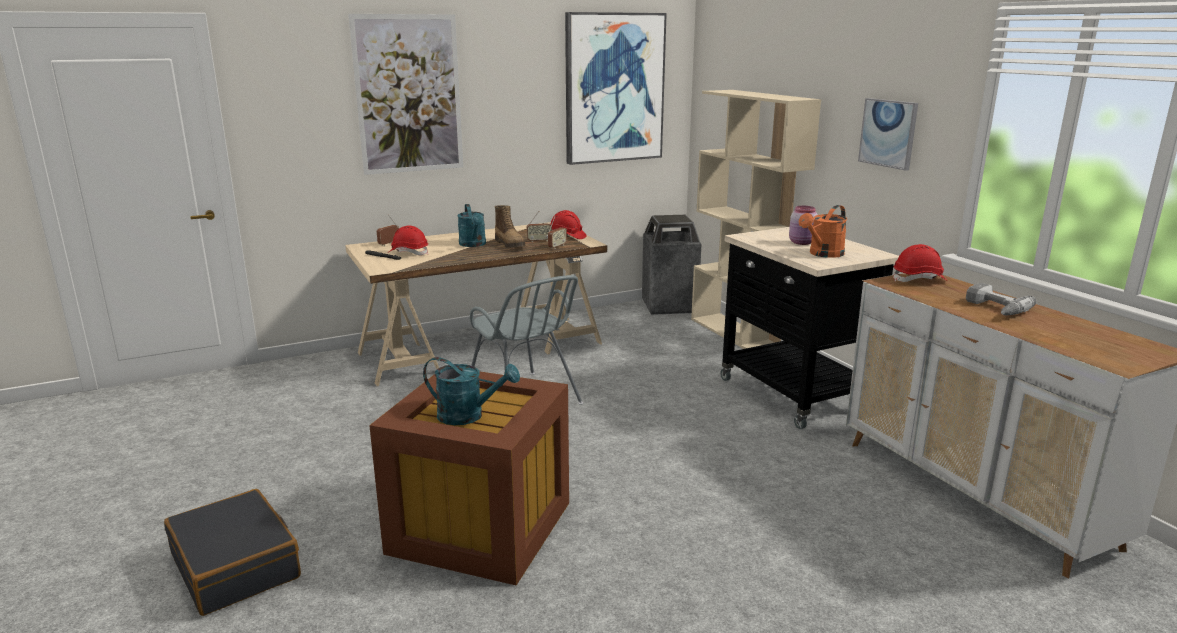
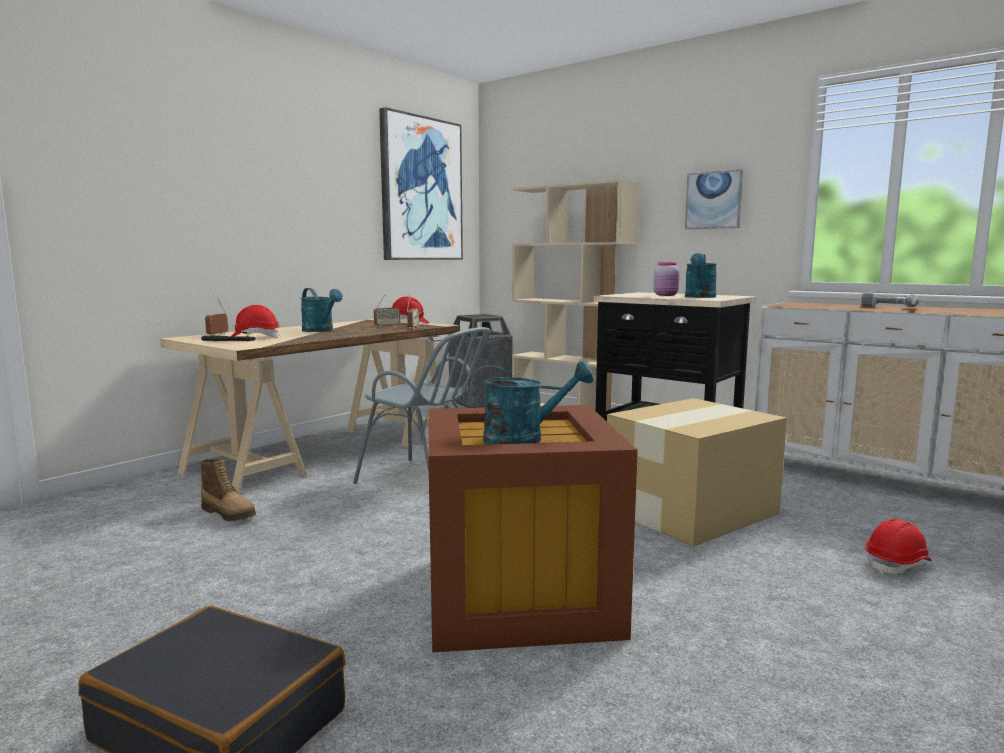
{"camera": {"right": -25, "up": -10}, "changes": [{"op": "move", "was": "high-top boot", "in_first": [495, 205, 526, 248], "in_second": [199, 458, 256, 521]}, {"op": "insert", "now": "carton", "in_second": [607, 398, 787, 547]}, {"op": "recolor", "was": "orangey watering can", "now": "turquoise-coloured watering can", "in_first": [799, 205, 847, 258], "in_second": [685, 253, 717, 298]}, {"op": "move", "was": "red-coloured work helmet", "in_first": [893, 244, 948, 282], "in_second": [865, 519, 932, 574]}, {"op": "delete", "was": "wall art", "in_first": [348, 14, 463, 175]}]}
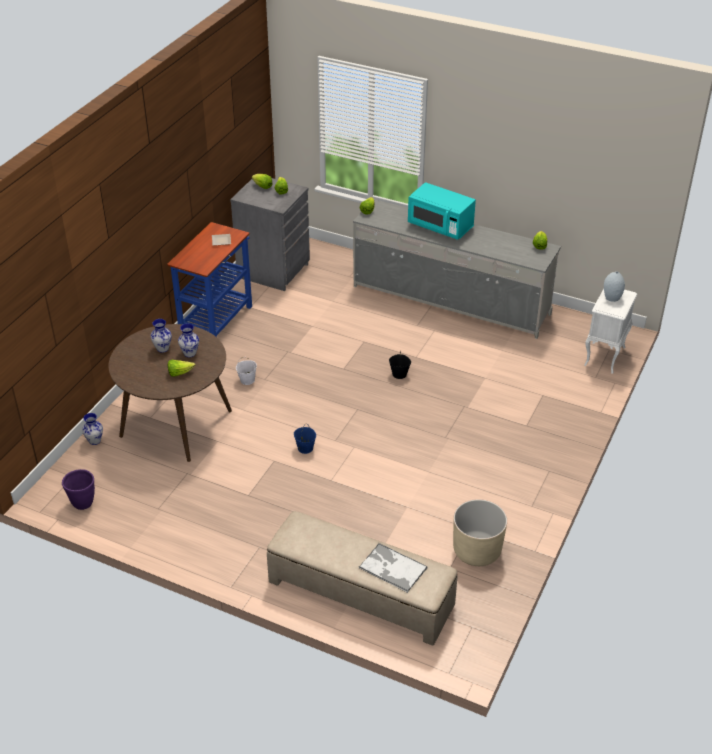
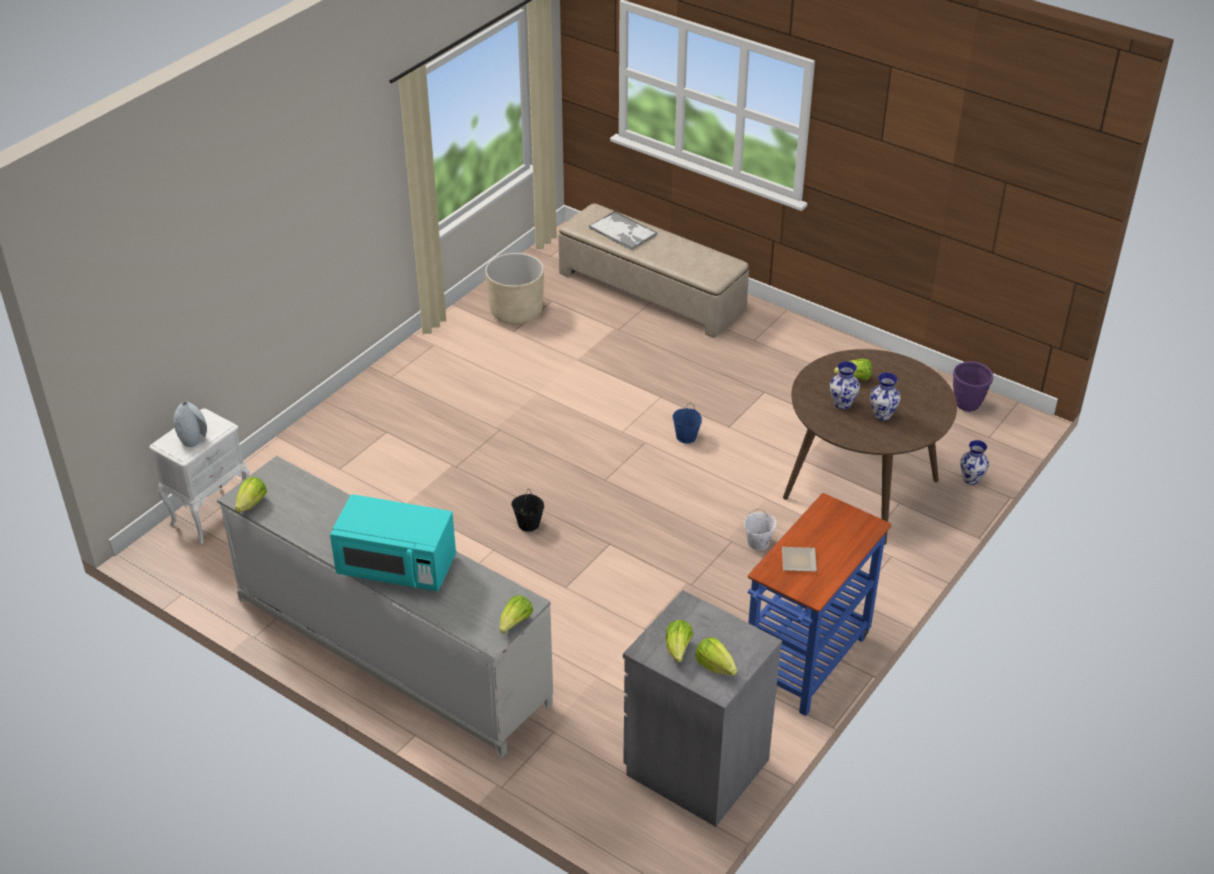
{"camera": {"right": -170, "up": 0}, "changes": [{"op": "rotate", "was": "turquoise-coloured microwave", "in_first": [408, 182, 476, 240], "in_second": [330, 494, 457, 591], "clockwise": 150}]}
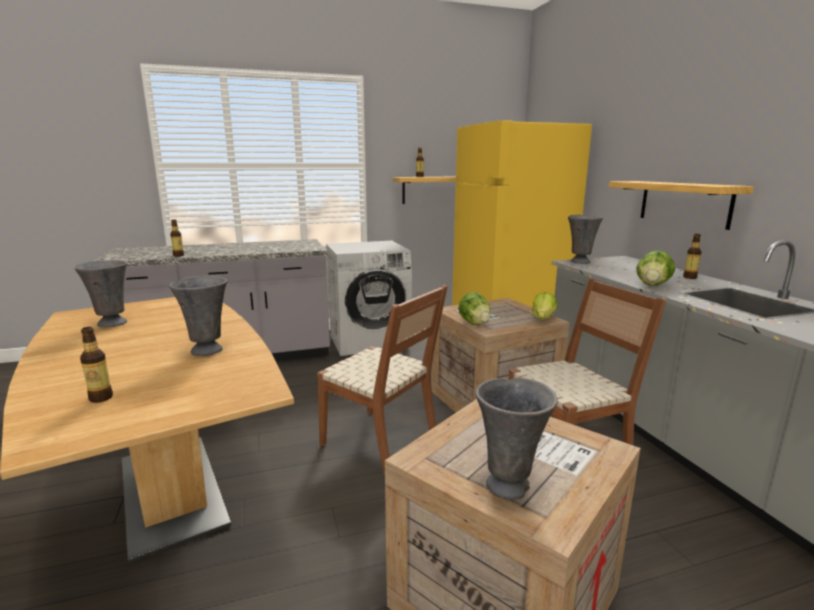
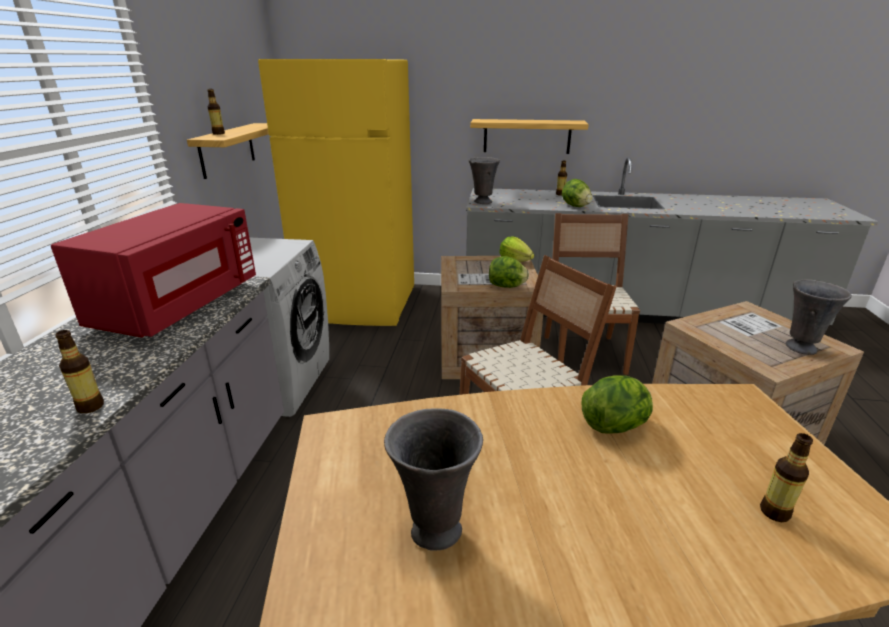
{"camera": {"right": -65, "up": 10}, "changes": [{"op": "insert", "now": "red-coloured microwave", "in_second": [51, 203, 256, 338]}, {"op": "replace", "was": "grey vase", "now": "lettuce", "in_first": [169, 276, 227, 356], "in_second": [582, 375, 653, 434]}]}
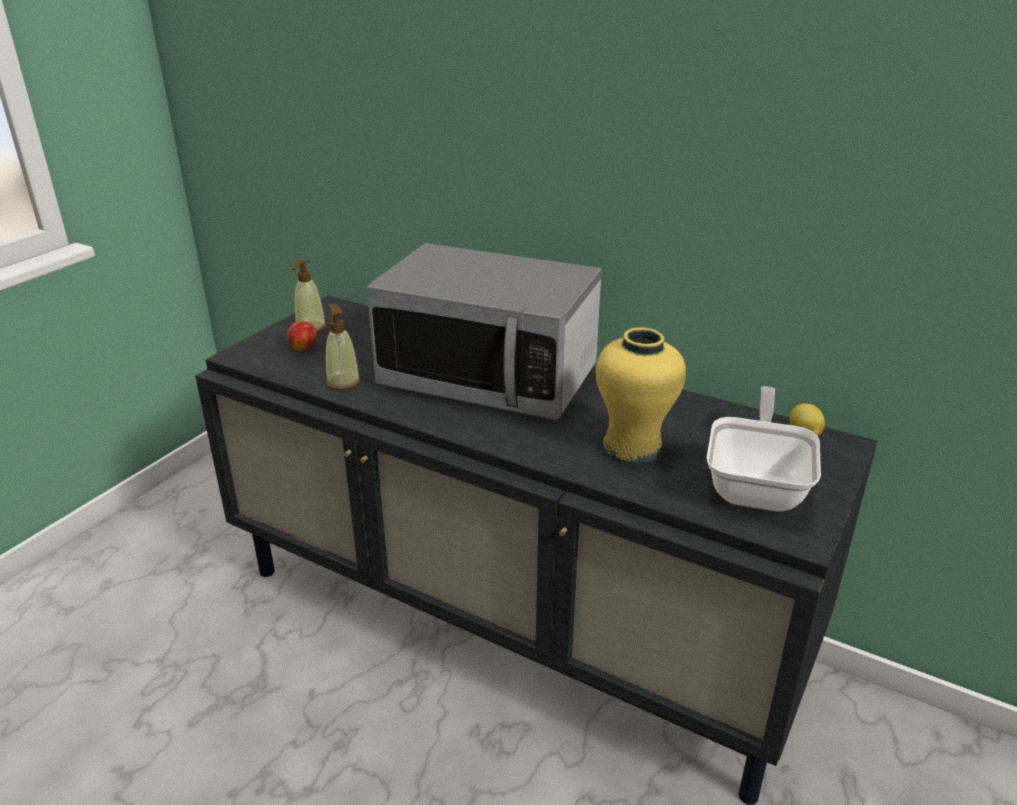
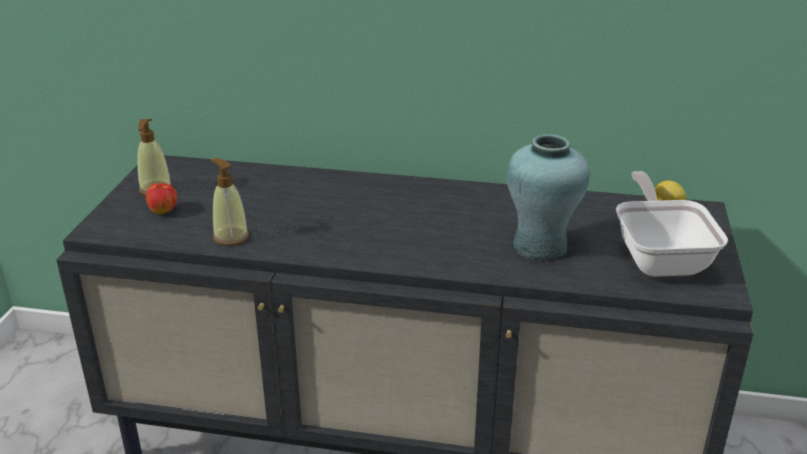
{"camera": {"right": -20, "up": 0}, "changes": [{"op": "recolor", "was": "yellowish vase", "now": "turquoise-coloured vase", "in_first": [596, 327, 686, 465], "in_second": [507, 134, 590, 261]}, {"op": "delete", "was": "microwave", "in_first": [367, 243, 602, 420]}]}
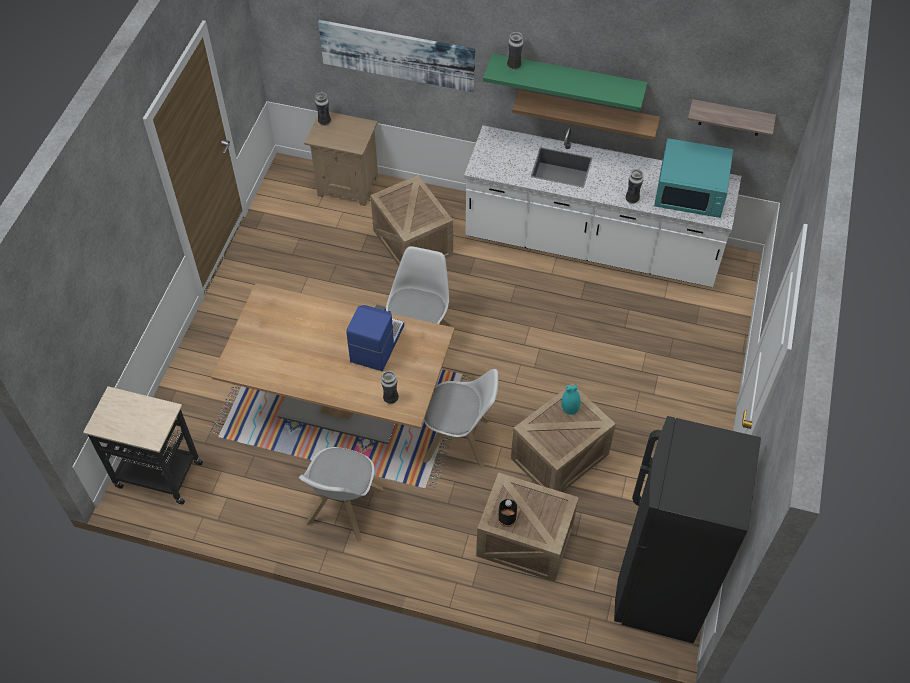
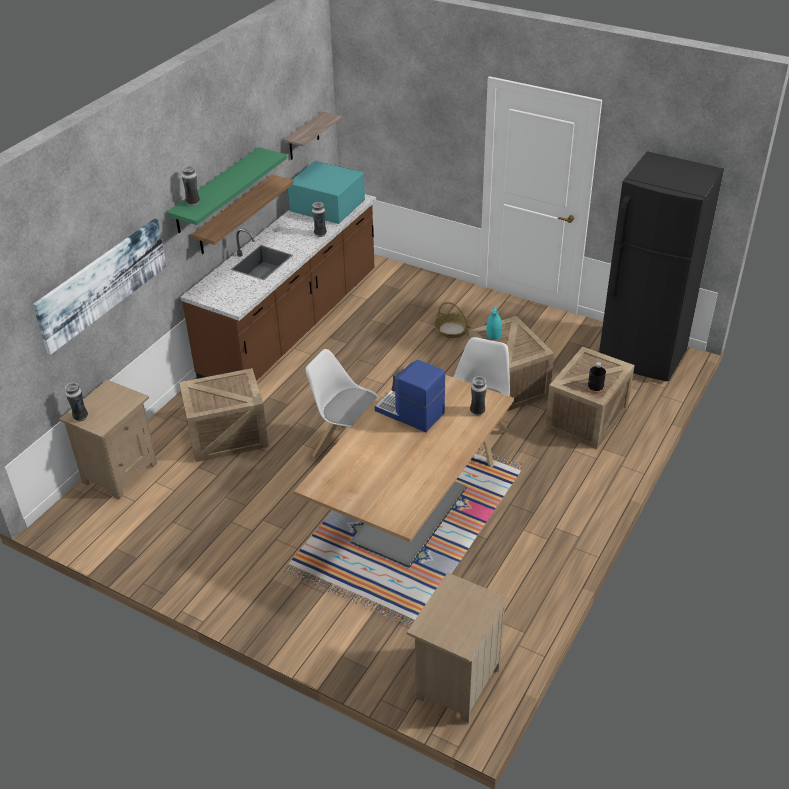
{"camera": {"right": -75, "up": -15}, "changes": [{"op": "recolor", "was": "whitish kitchen counter", "now": "brown kitchen counter", "in_first": [464, 125, 741, 287], "in_second": [181, 194, 376, 381]}, {"op": "rotate", "was": "turquoise-coloured microwave", "in_first": [654, 138, 733, 218], "in_second": [288, 161, 365, 224], "clockwise": -90}, {"op": "replace", "was": "trolley", "now": "sand-coloured bedside table", "in_first": [83, 386, 203, 505], "in_second": [407, 572, 508, 724]}, {"op": "insert", "now": "basket", "in_second": [434, 302, 471, 338]}, {"op": "delete", "was": "chair", "in_first": [299, 447, 383, 542]}]}
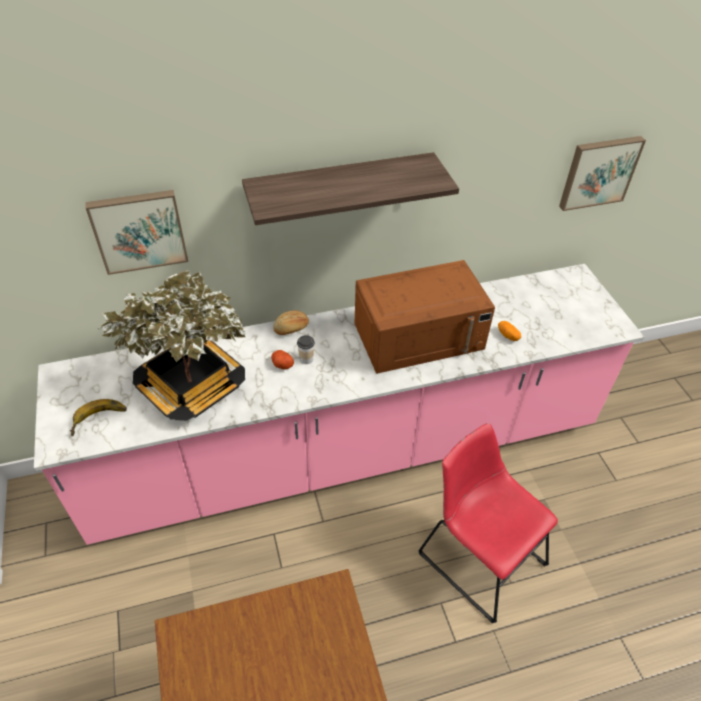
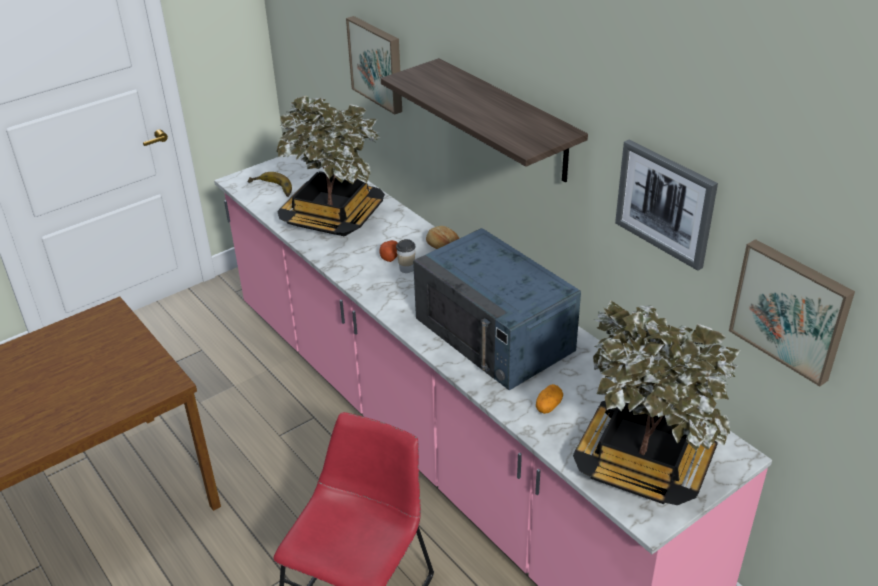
{"camera": {"right": 70, "up": -10}, "changes": [{"op": "recolor", "was": "brown microwave", "now": "bluish microwave", "in_first": [355, 260, 495, 374], "in_second": [413, 228, 581, 390]}, {"op": "insert", "now": "houseplant", "in_second": [573, 300, 740, 505]}, {"op": "insert", "now": "wall art", "in_second": [615, 140, 718, 271]}]}
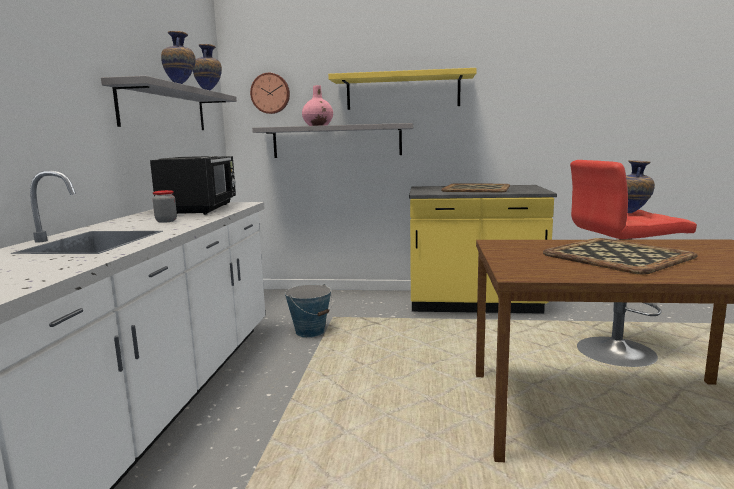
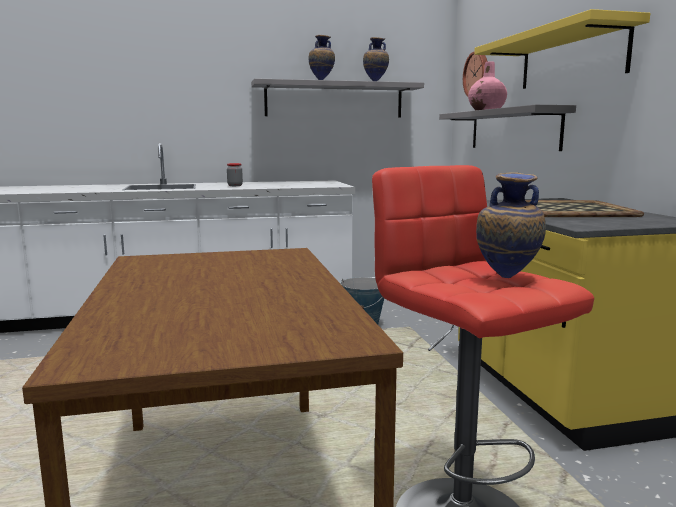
{"camera": {"right": 70, "up": 0}, "changes": [{"op": "delete", "was": "blackish microwave", "in_first": [150, 156, 236, 215]}, {"op": "delete", "was": "tray", "in_first": [543, 238, 698, 275]}]}
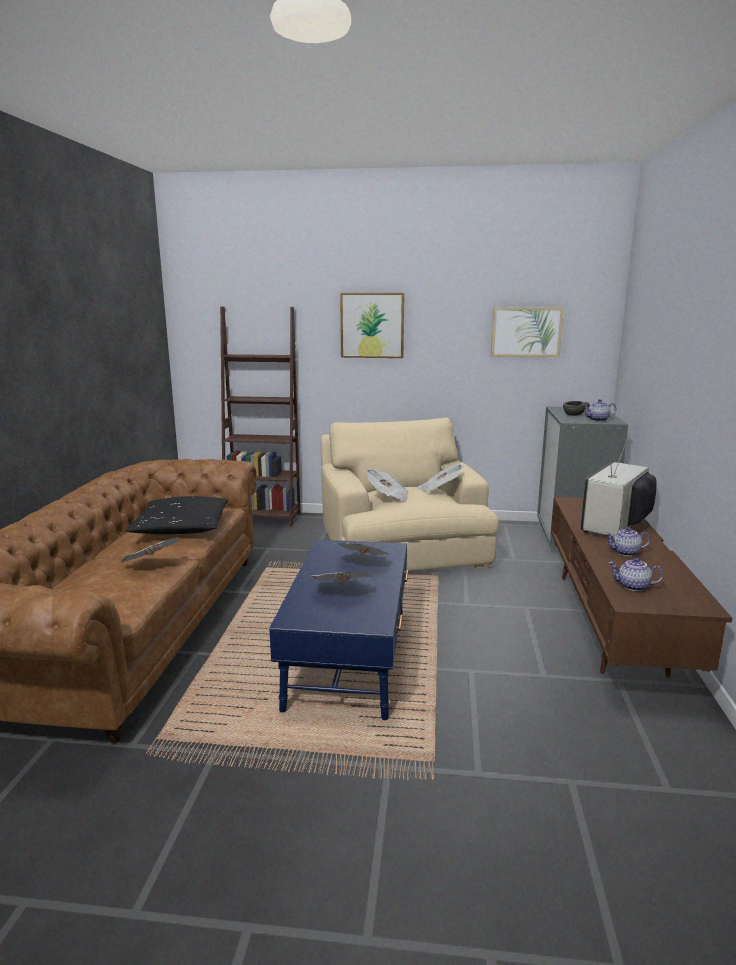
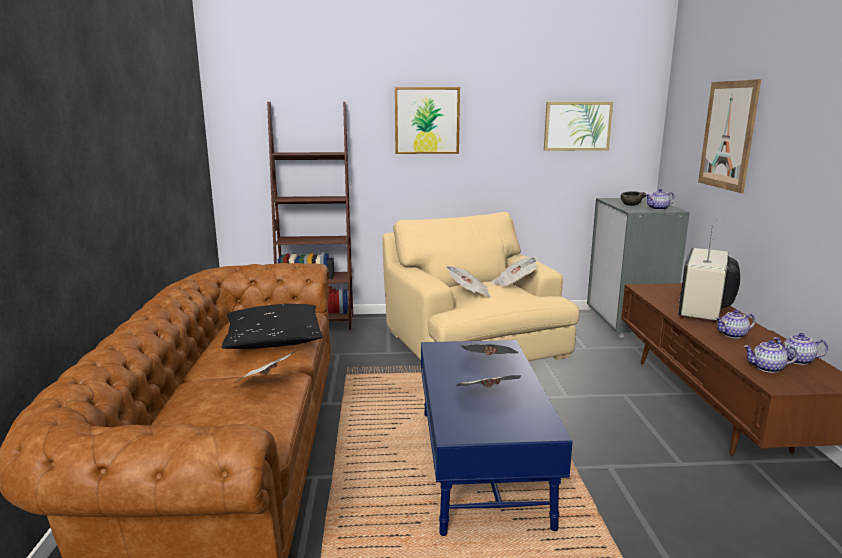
{"camera": {"right": -10, "up": 0}, "changes": [{"op": "insert", "now": "wall art", "in_second": [698, 79, 761, 193]}, {"op": "insert", "now": "teapot", "in_second": [773, 333, 828, 365]}]}
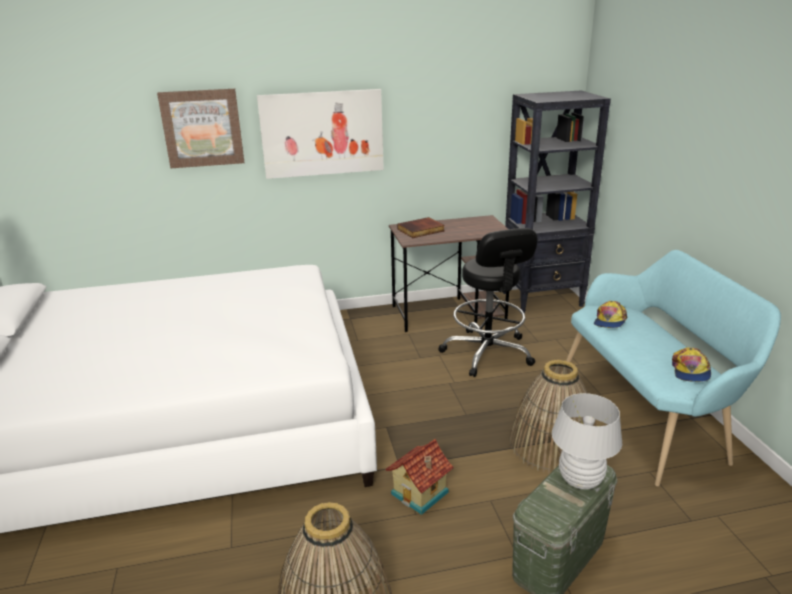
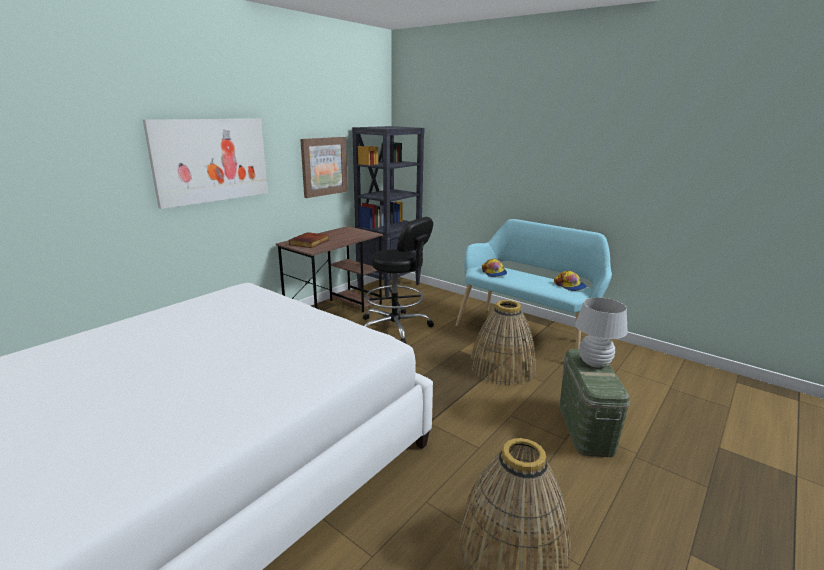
{"camera": {"right": -40, "up": -5}, "changes": [{"op": "move", "was": "wall art", "in_first": [157, 89, 244, 168], "in_second": [300, 137, 348, 198]}, {"op": "delete", "was": "model house", "in_first": [385, 439, 454, 515]}]}
